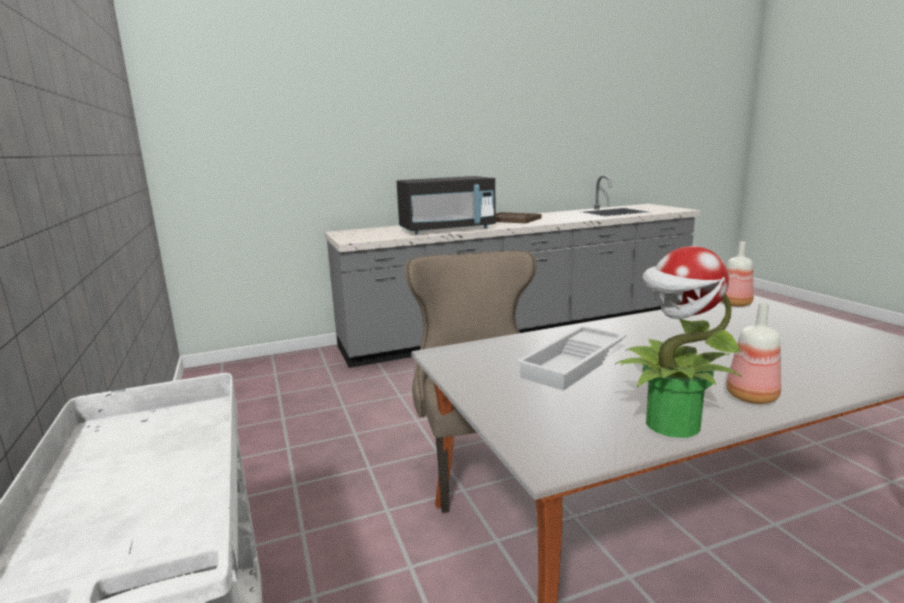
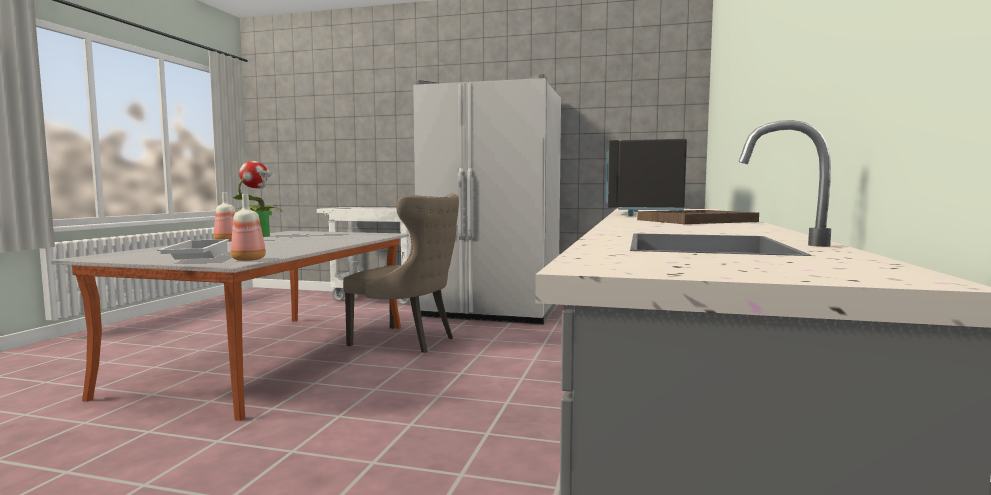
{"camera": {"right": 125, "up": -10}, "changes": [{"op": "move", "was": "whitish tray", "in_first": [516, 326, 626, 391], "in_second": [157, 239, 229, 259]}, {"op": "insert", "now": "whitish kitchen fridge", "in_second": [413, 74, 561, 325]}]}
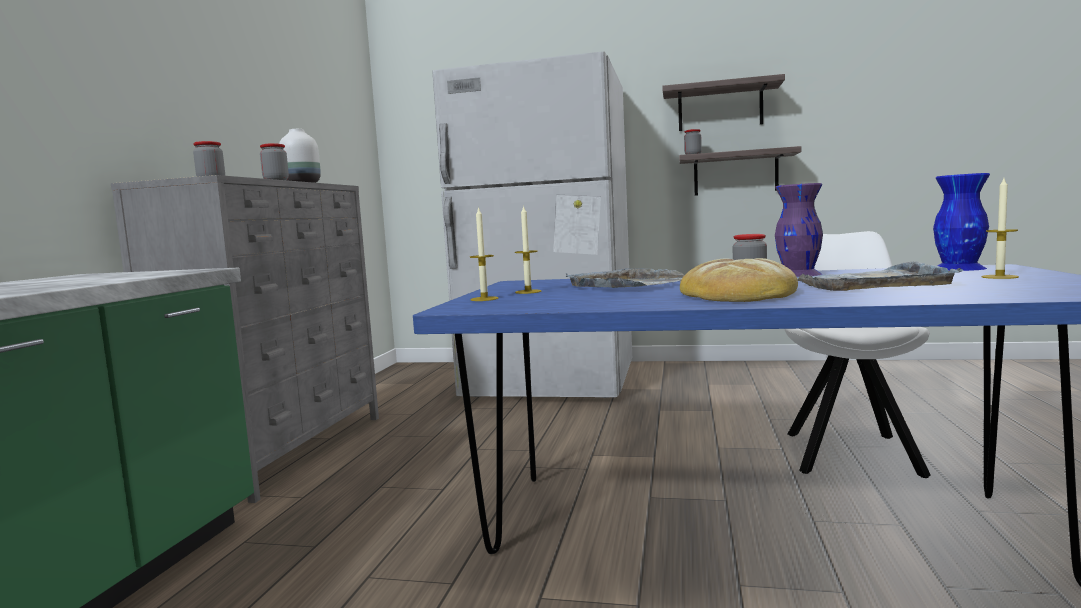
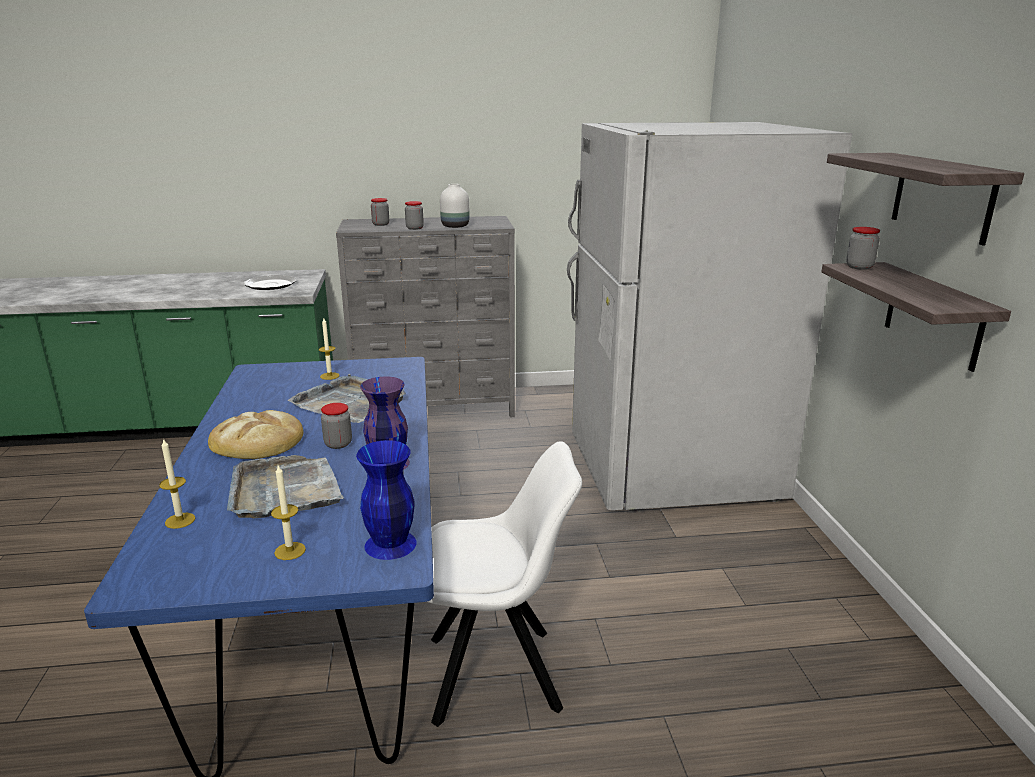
{"camera": {"right": 70, "up": 15}, "changes": [{"op": "move", "was": "candle", "in_first": [470, 206, 499, 301], "in_second": [159, 438, 195, 529]}, {"op": "insert", "now": "dinner plate", "in_second": [244, 275, 297, 290]}]}
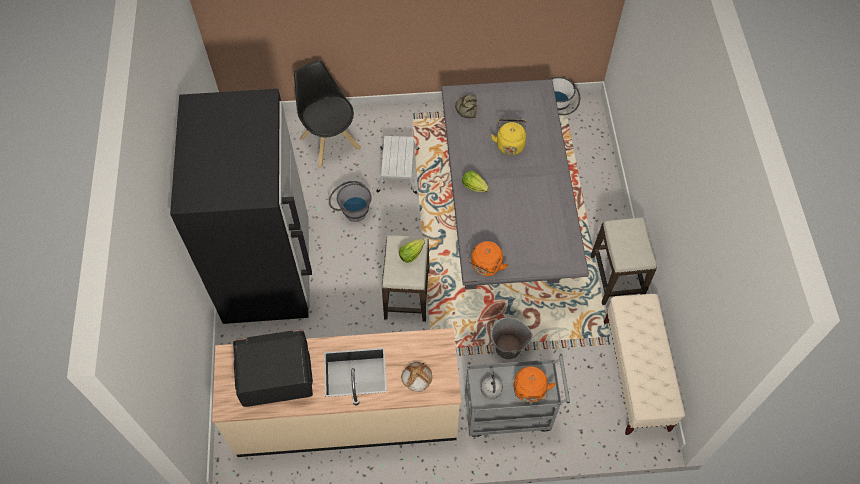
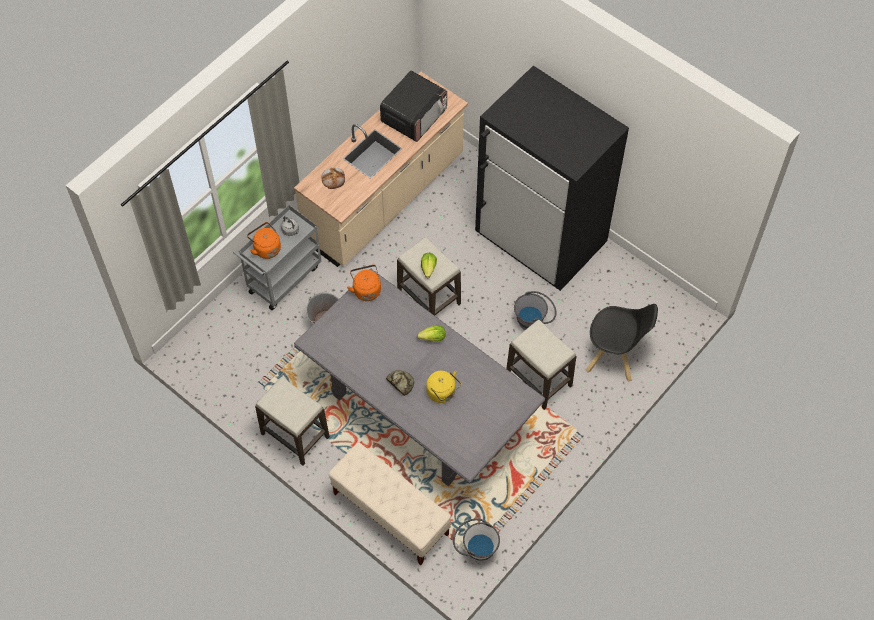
{"camera": {"right": 135, "up": 0}, "changes": [{"op": "move", "was": "sand-coloured bench", "in_first": [604, 294, 686, 435], "in_second": [329, 443, 451, 565]}, {"op": "move", "was": "baked bread", "in_first": [455, 94, 477, 118], "in_second": [386, 370, 414, 396]}, {"op": "replace", "was": "whitish step ladder", "now": "sitting stool", "in_first": [376, 136, 420, 194], "in_second": [506, 320, 577, 410]}]}
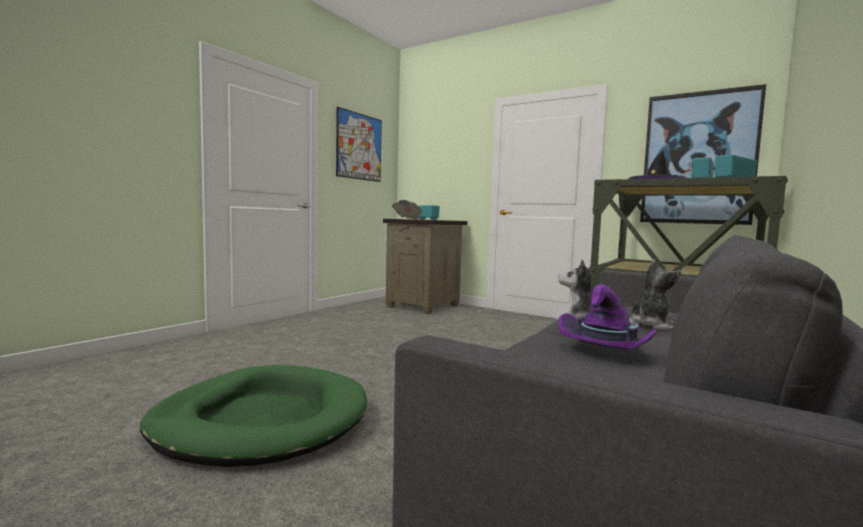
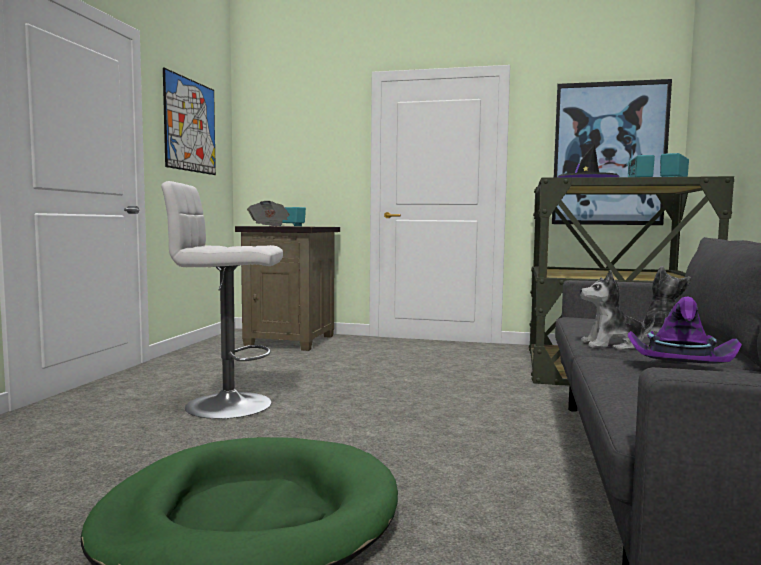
{"camera": {"right": -20, "up": 0}, "changes": [{"op": "insert", "now": "whitish sitting stool", "in_second": [161, 181, 283, 419]}]}
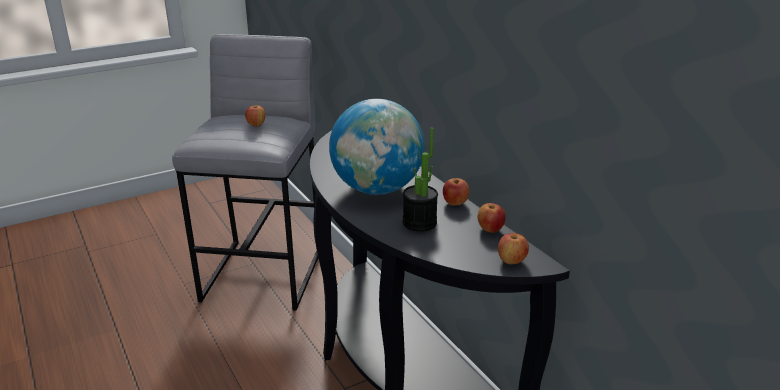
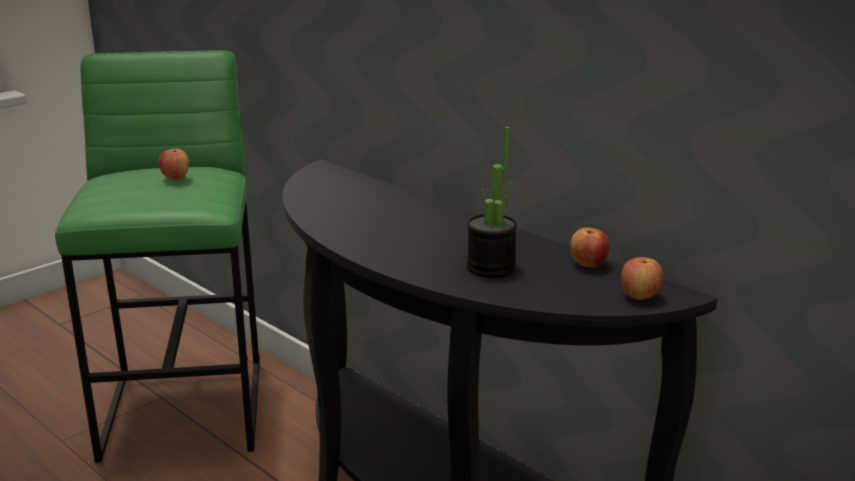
{"camera": {"right": -15, "up": -5}, "changes": [{"op": "recolor", "was": "grey sitting stool", "now": "green sitting stool", "in_first": [172, 34, 318, 311], "in_second": [55, 50, 260, 463]}, {"op": "delete", "was": "world globe", "in_first": [329, 99, 424, 195]}, {"op": "delete", "was": "apple", "in_first": [443, 178, 469, 206]}]}
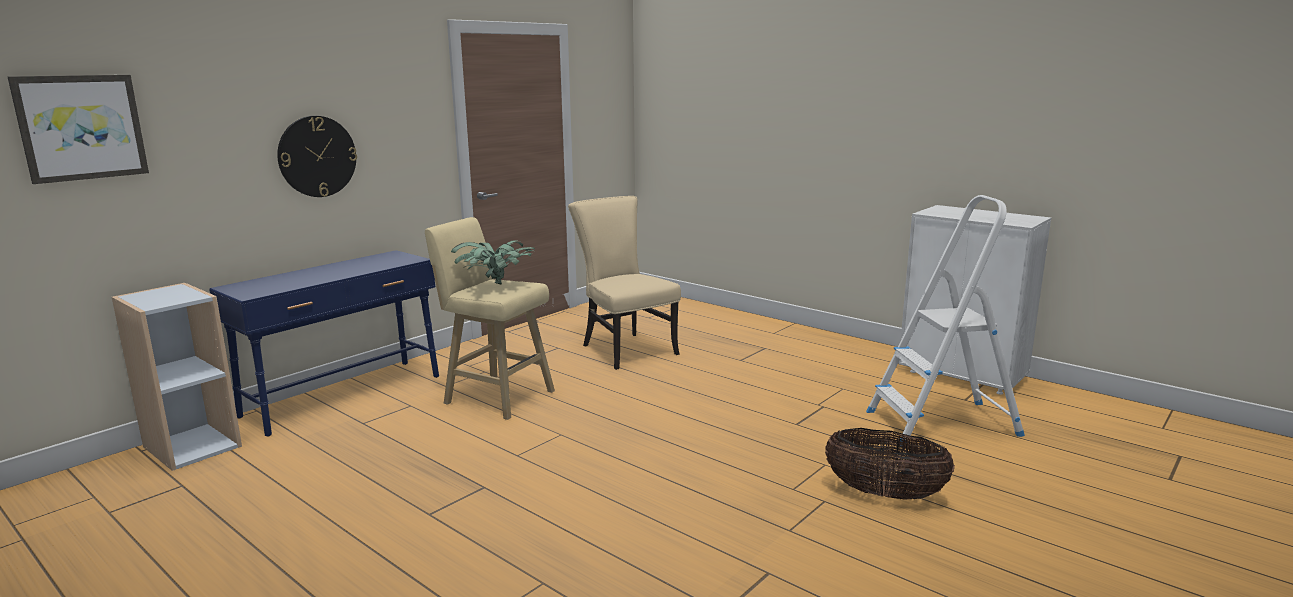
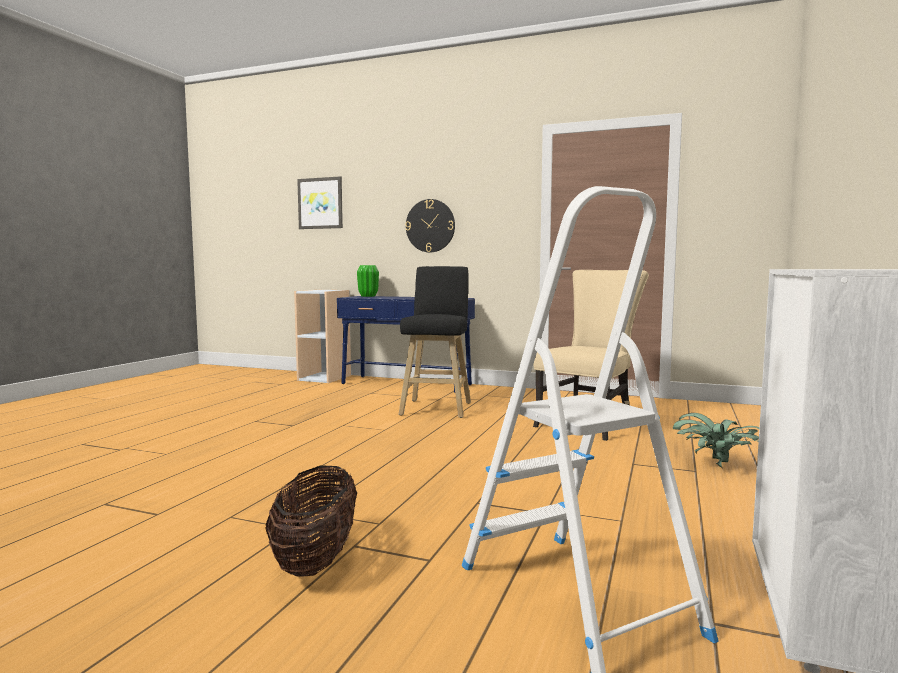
{"camera": {"right": 70, "up": -10}, "changes": [{"op": "insert", "now": "green vase", "in_second": [357, 265, 379, 297]}, {"op": "recolor", "was": "sand-coloured sitting stool", "now": "blackish sitting stool", "in_first": [425, 217, 555, 420], "in_second": [398, 266, 471, 418]}, {"op": "move", "was": "houseplant", "in_first": [451, 240, 535, 285], "in_second": [673, 413, 759, 468]}]}
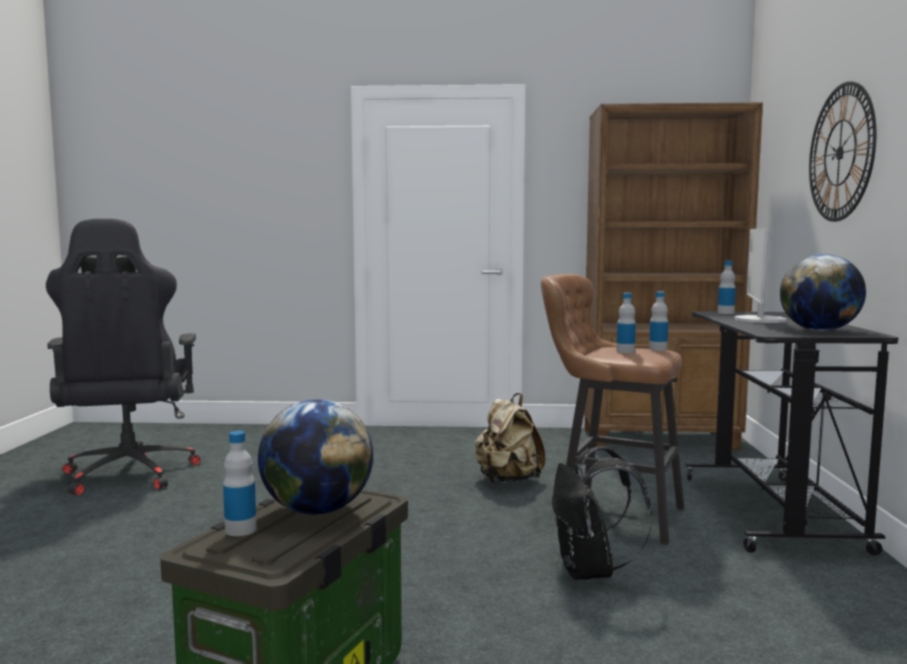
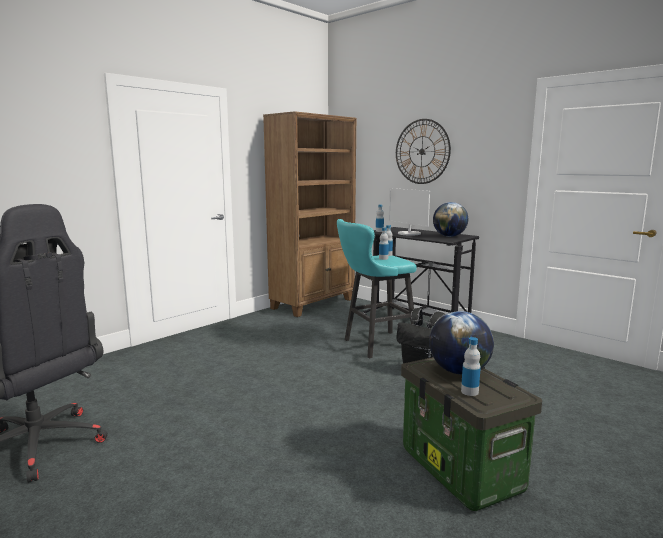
{"camera": {"right": -50, "up": 5}, "changes": [{"op": "recolor", "was": "brown sitting stool", "now": "turquoise-coloured sitting stool", "in_first": [541, 274, 684, 545], "in_second": [337, 219, 417, 358]}, {"op": "delete", "was": "sand-coloured knapsack", "in_first": [475, 393, 545, 484]}]}
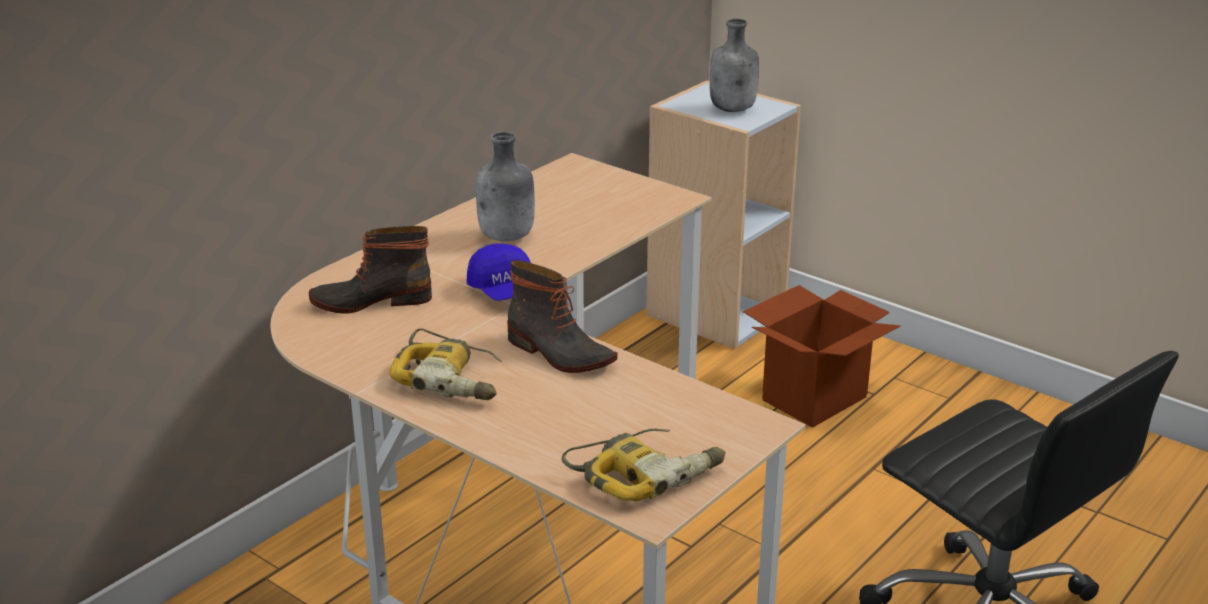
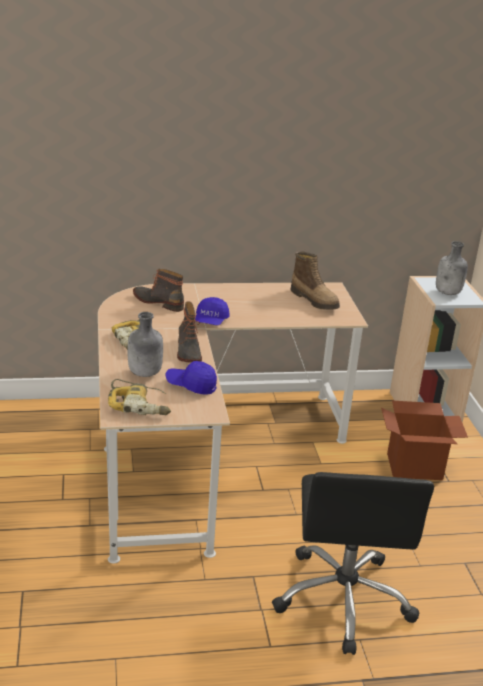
{"camera": {"right": 40, "up": 0}, "changes": [{"op": "move", "was": "grey drink bottle", "in_first": [476, 132, 535, 242], "in_second": [128, 312, 163, 377]}, {"op": "insert", "now": "bluish peaked cap", "in_second": [166, 361, 217, 395]}, {"op": "insert", "now": "high-top boot", "in_second": [290, 251, 340, 310]}]}
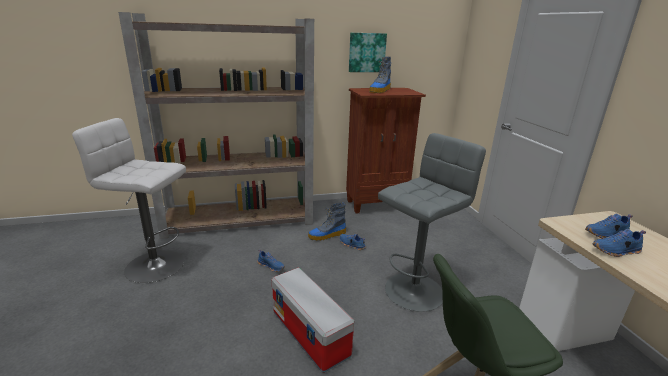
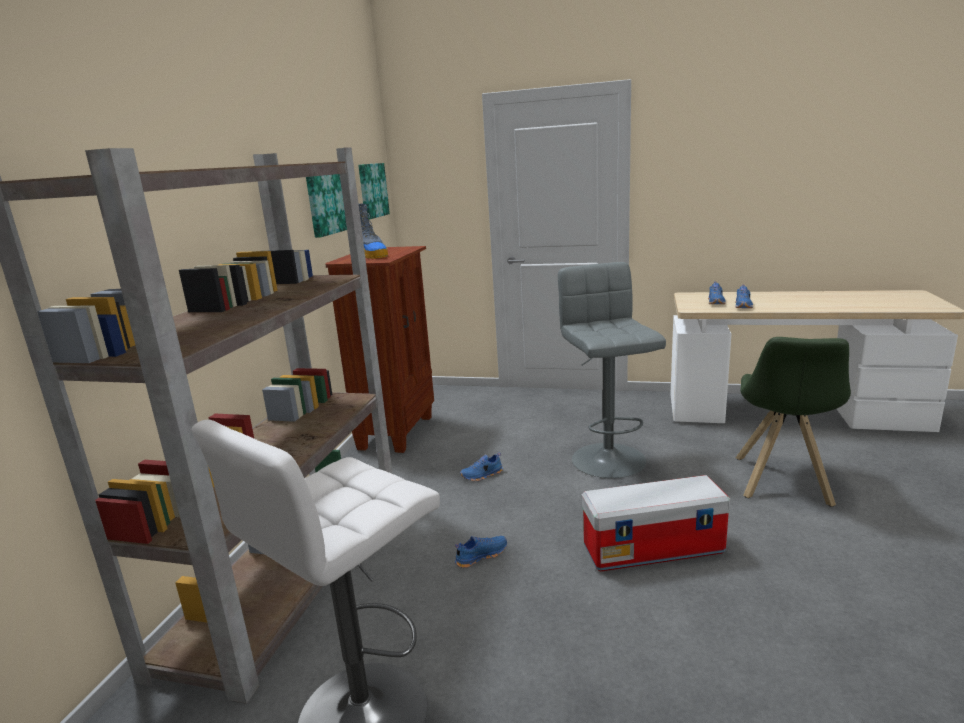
{"camera": {"right": -60, "up": -5}, "changes": [{"op": "insert", "now": "wall art", "in_second": [358, 163, 390, 219]}, {"op": "delete", "was": "high-top boot", "in_first": [308, 202, 346, 241]}]}
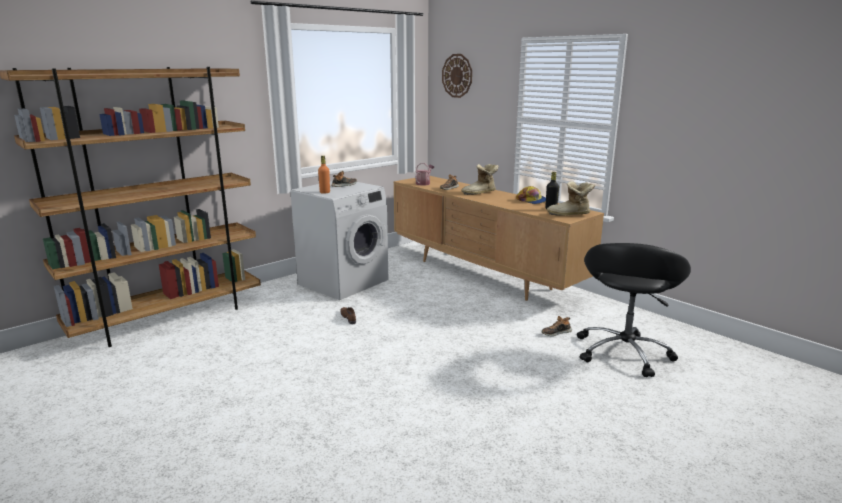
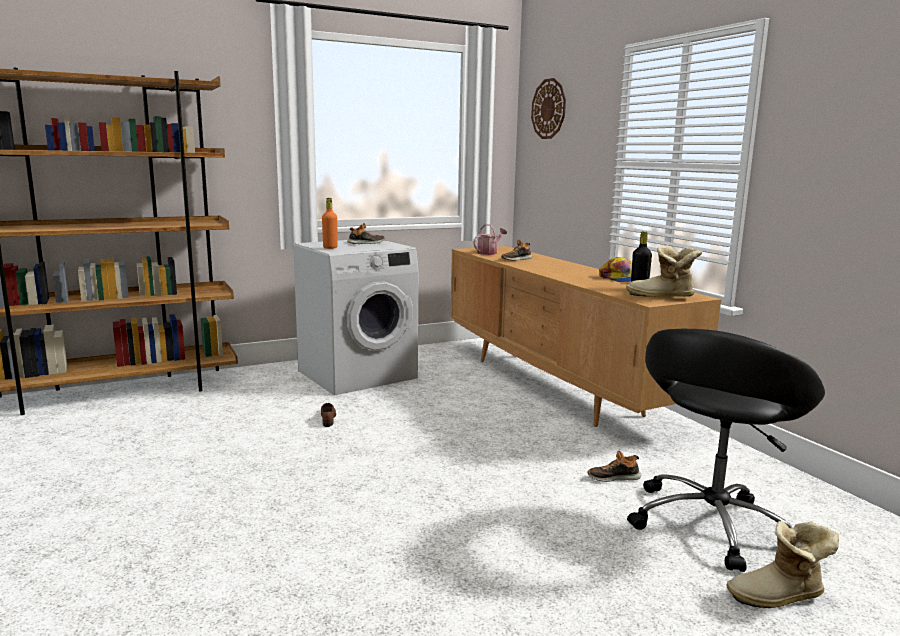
{"camera": {"right": 15, "up": -5}, "changes": [{"op": "move", "was": "high-top boot", "in_first": [461, 164, 499, 195], "in_second": [726, 520, 839, 608]}]}
